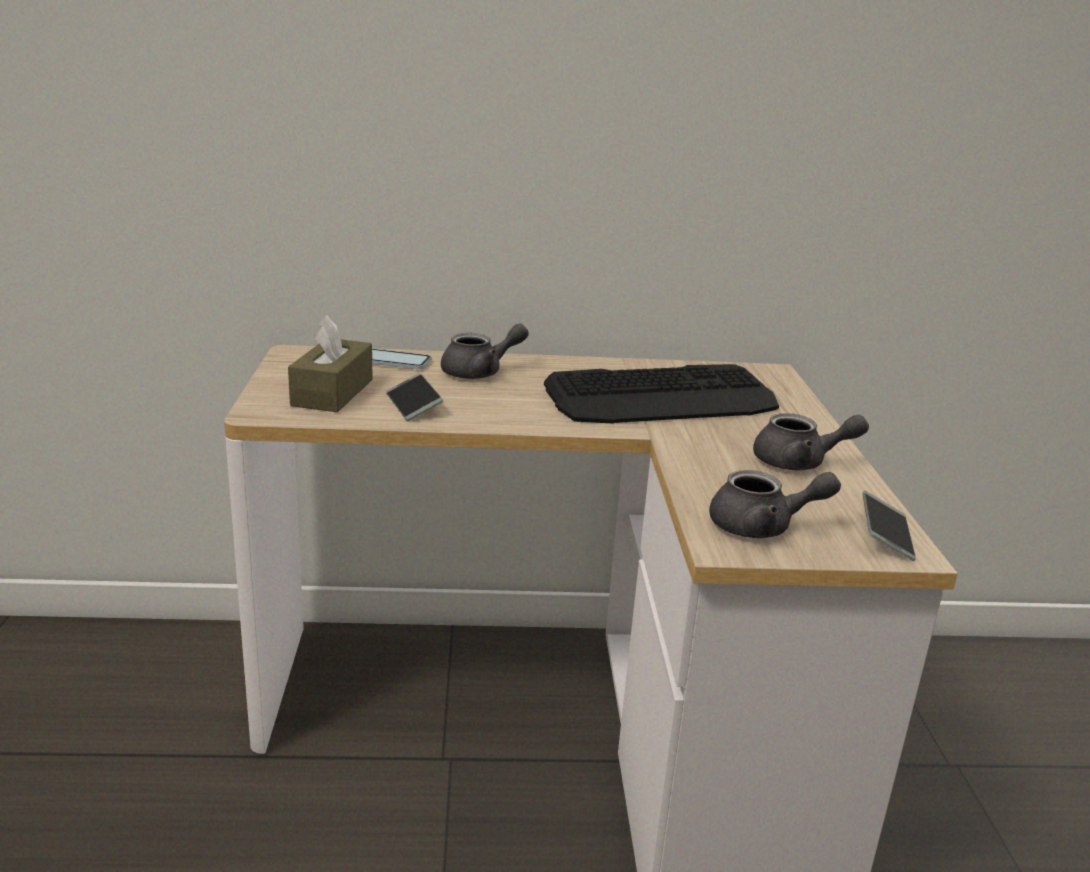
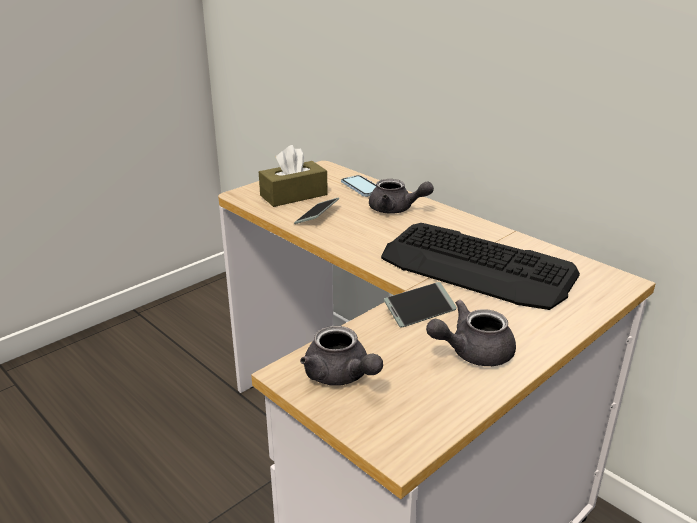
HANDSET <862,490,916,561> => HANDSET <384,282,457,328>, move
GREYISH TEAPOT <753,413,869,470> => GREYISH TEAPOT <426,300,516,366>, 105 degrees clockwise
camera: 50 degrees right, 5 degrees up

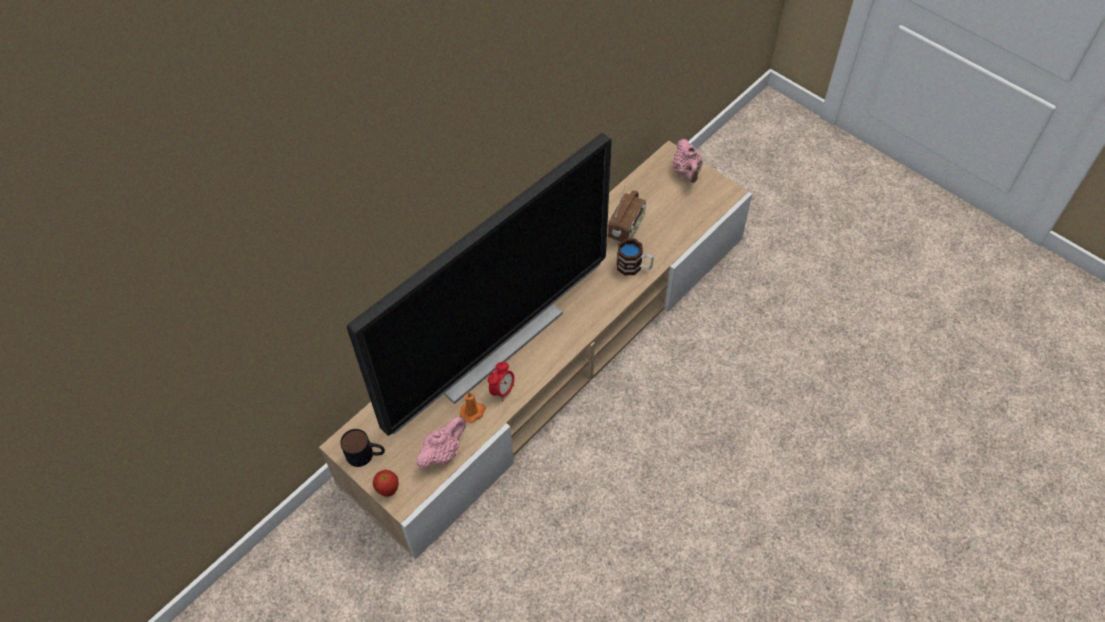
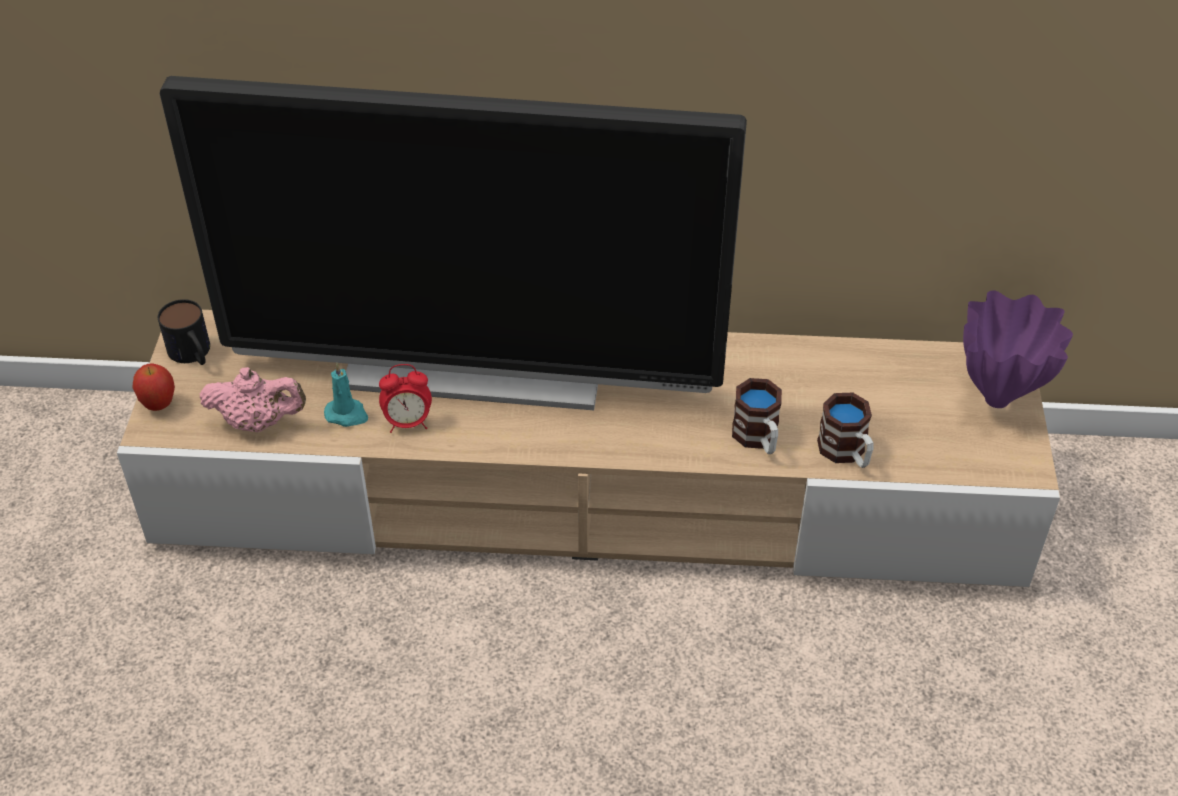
RADIO SET <608,186,646,242> => nothing
nothing => TEA MUG <817,393,873,468>
PINK-COLOURED TEAPOT <673,139,703,183> => PURPLE DECORATIVE VASE <963,290,1073,408>
ORANGE CANDLE <460,392,486,423> => TURQUOISE CANDLE <324,363,368,427>
camera: 50 degrees right, 10 degrees down

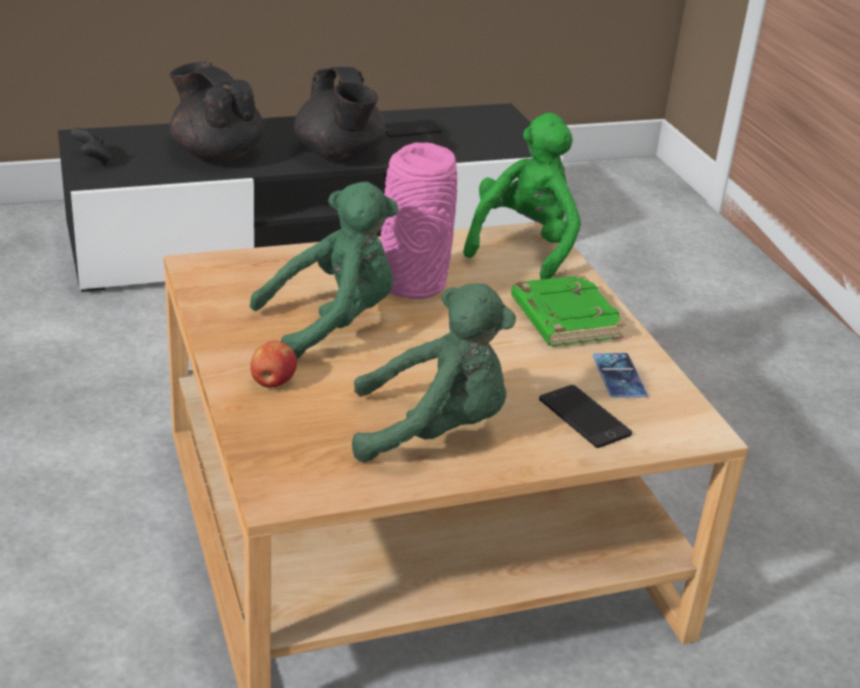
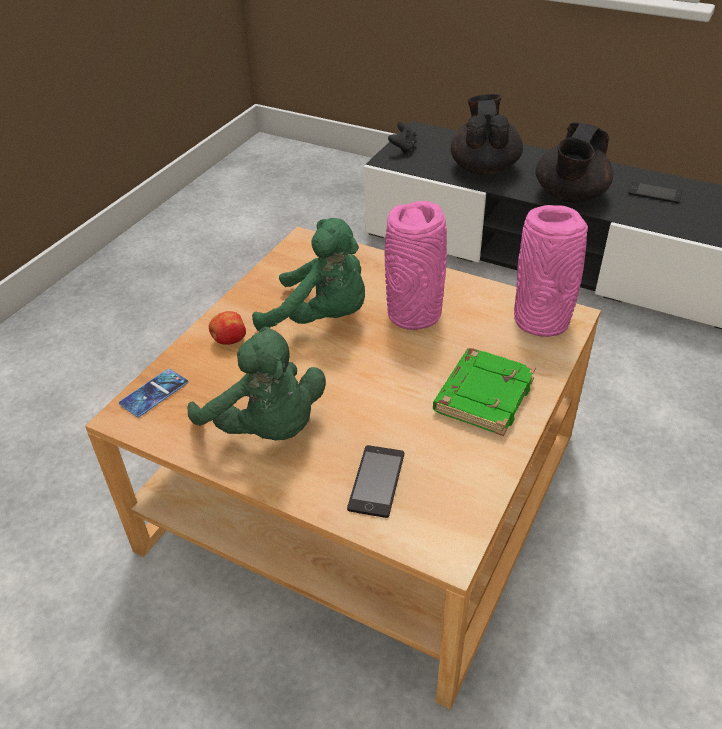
HANDSET <593,353,648,398> => HANDSET <119,369,188,417>, move
GREENISH CUDDLY TOY <463,112,581,280> => PINK-COLOURED DECORATIVE VASE <514,205,588,337>
camera: 50 degrees right, 10 degrees up

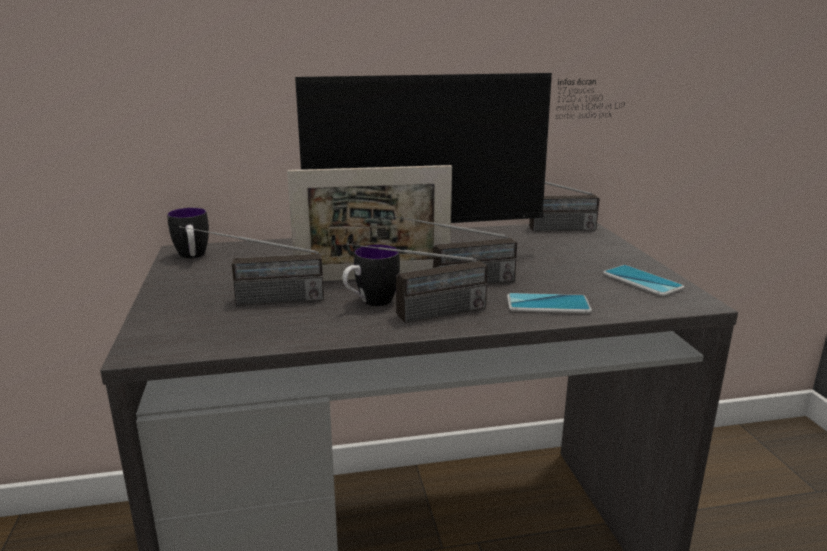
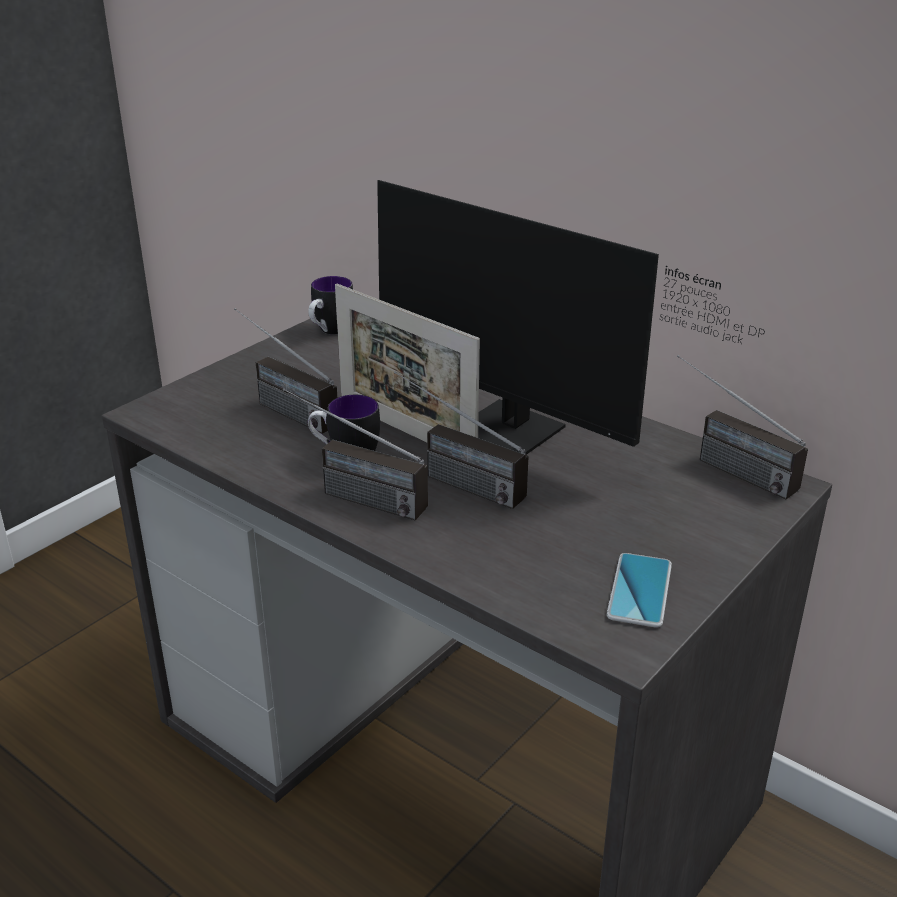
HANDSET <507,293,592,313> => nothing
camera: 50 degrees right, 10 degrees up

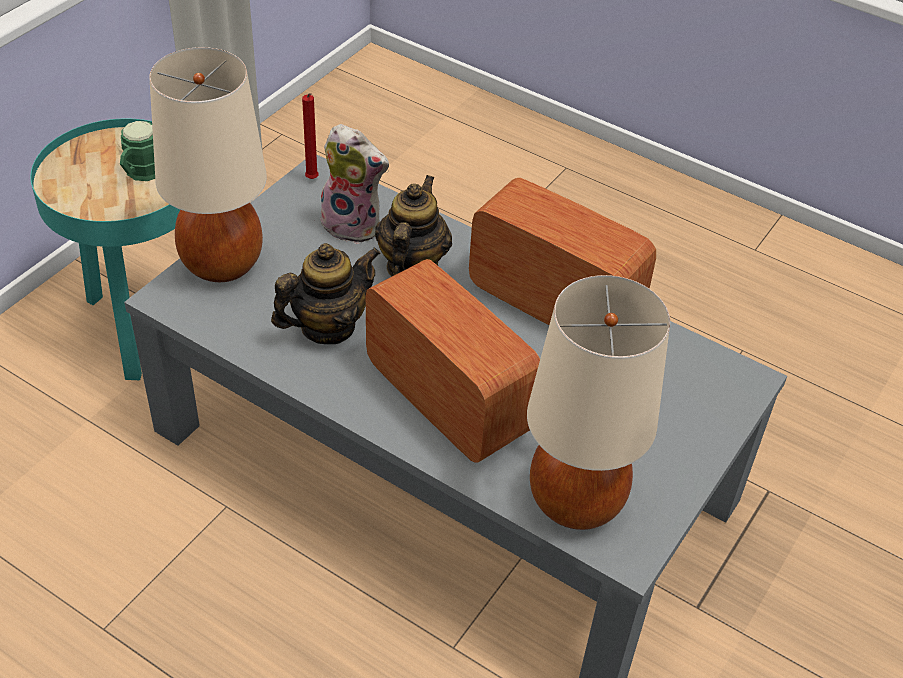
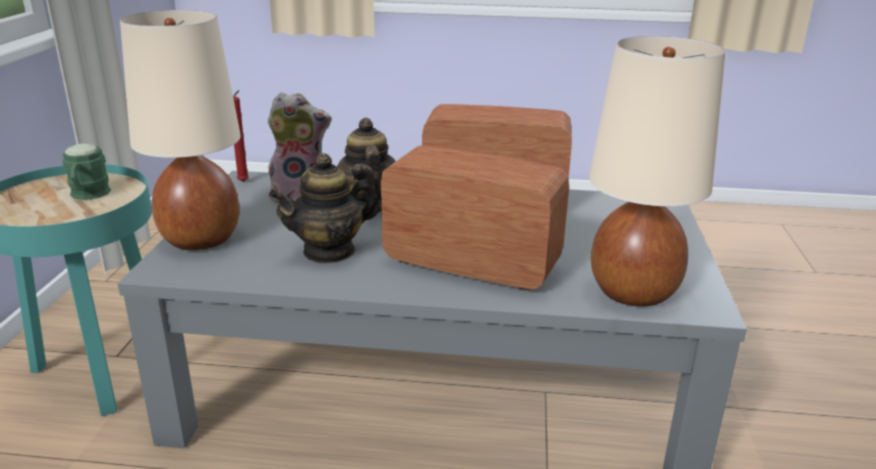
TEAPOT <271,243,381,344> => TEAPOT <269,153,380,264>, 150 degrees counterclockwise
camera: 25 degrees left, 20 degrees down

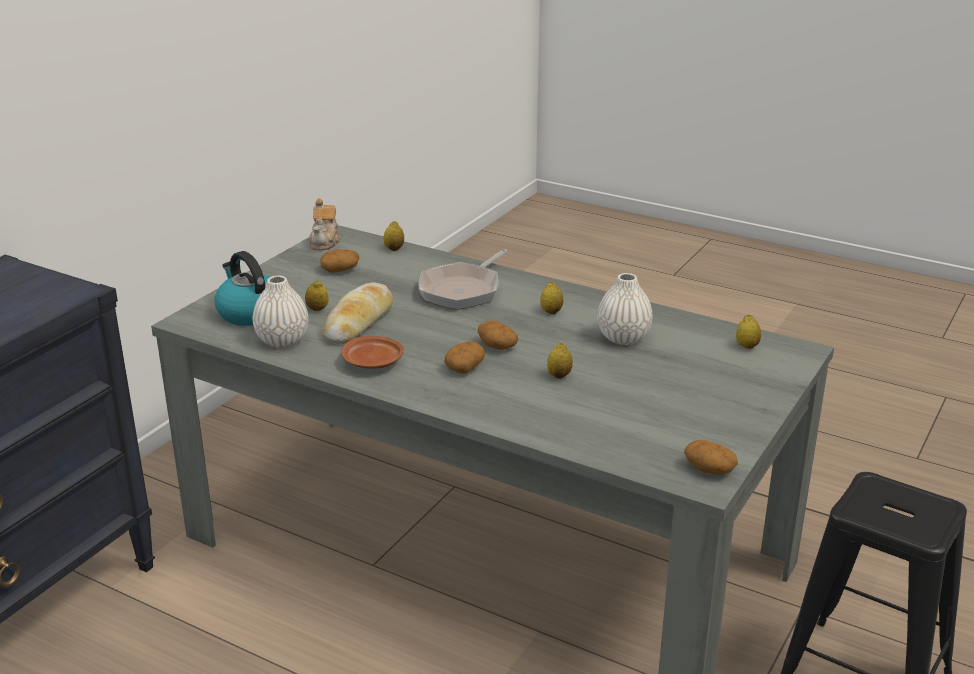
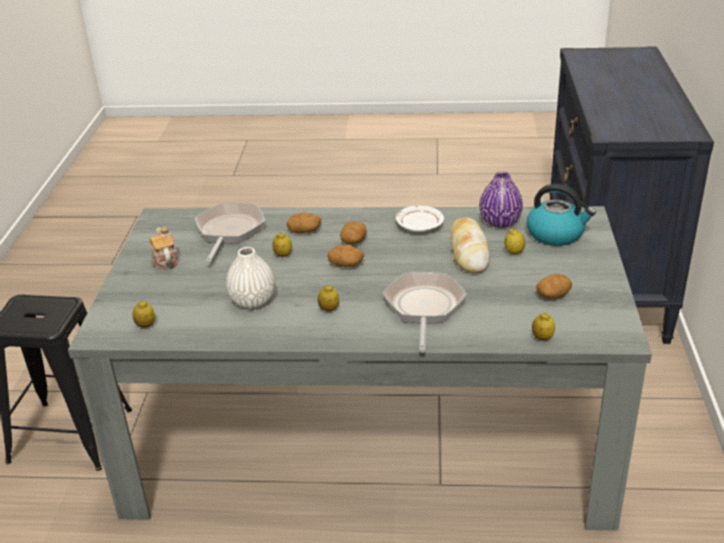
nothing => SKILLET <195,203,265,264>
TEAPOT <309,199,340,250> => TEAPOT <150,227,178,269>, move
SPUD <684,440,738,475> => SPUD <287,212,321,233>, move
WHITE DECORATIVE VASE <253,275,309,348> => PURPLE DECORATIVE VASE <479,171,523,228>
BROWN-COLOURED DINNER PLATE <341,336,404,369> => WHITE DINNER PLATE <396,206,444,232>
camera: 155 degrees right, 5 degrees up

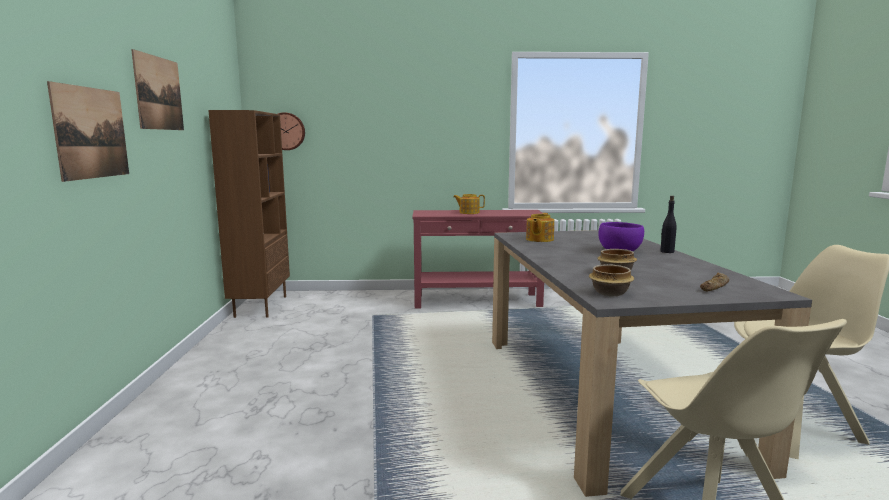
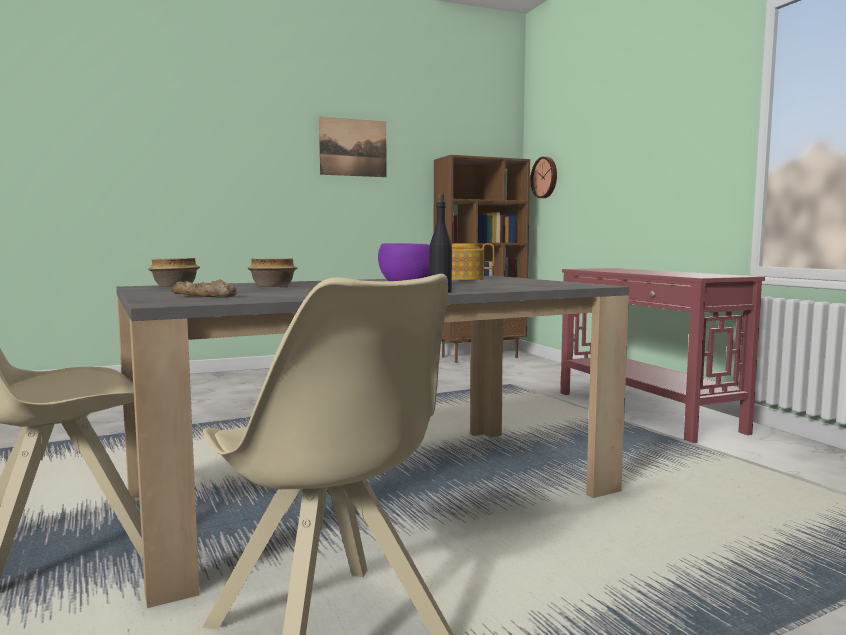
WALL PICTURE <47,81,129,182> => nothing
TEAPOT <453,194,485,214> => nothing
camera: 70 degrees right, 5 degrees down

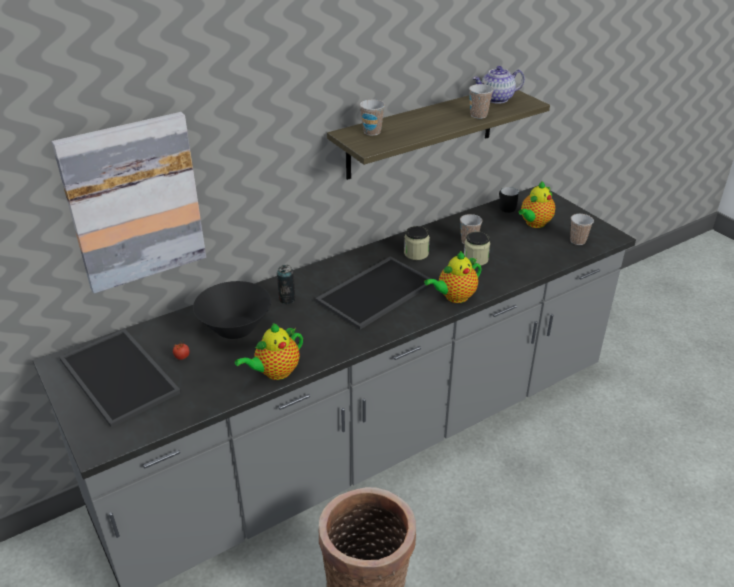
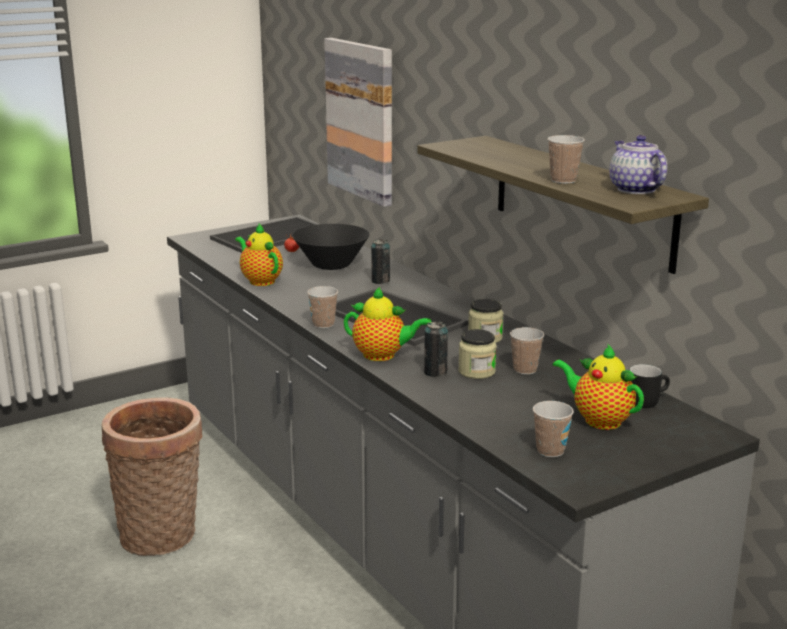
nothing => SEALED CAN <424,321,448,377>
CUP <360,100,385,136> => CUP <307,286,338,328>, move
TEAPOT <424,251,482,303> => TEAPOT <344,287,432,361>, 135 degrees clockwise
camera: 90 degrees right, 15 degrees down

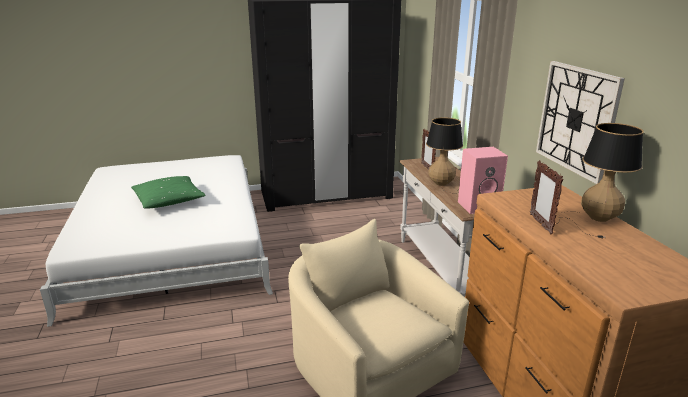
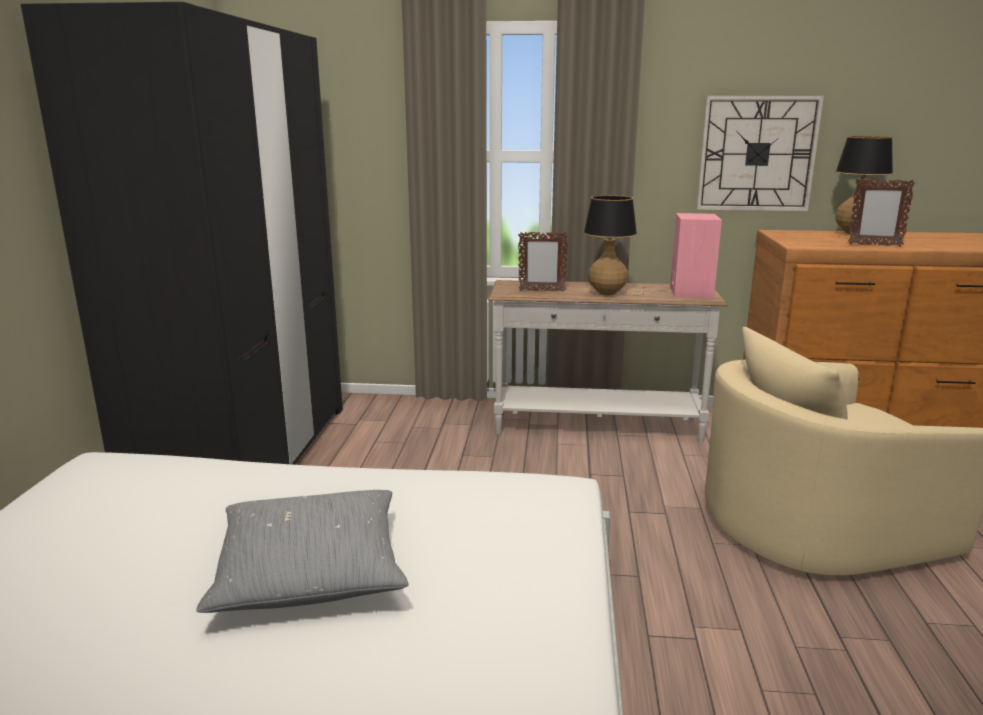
GREENISH PILLOW <131,176,206,209> => GREYISH PILLOW <196,490,409,613>
camera: 70 degrees left, 5 degrees down

